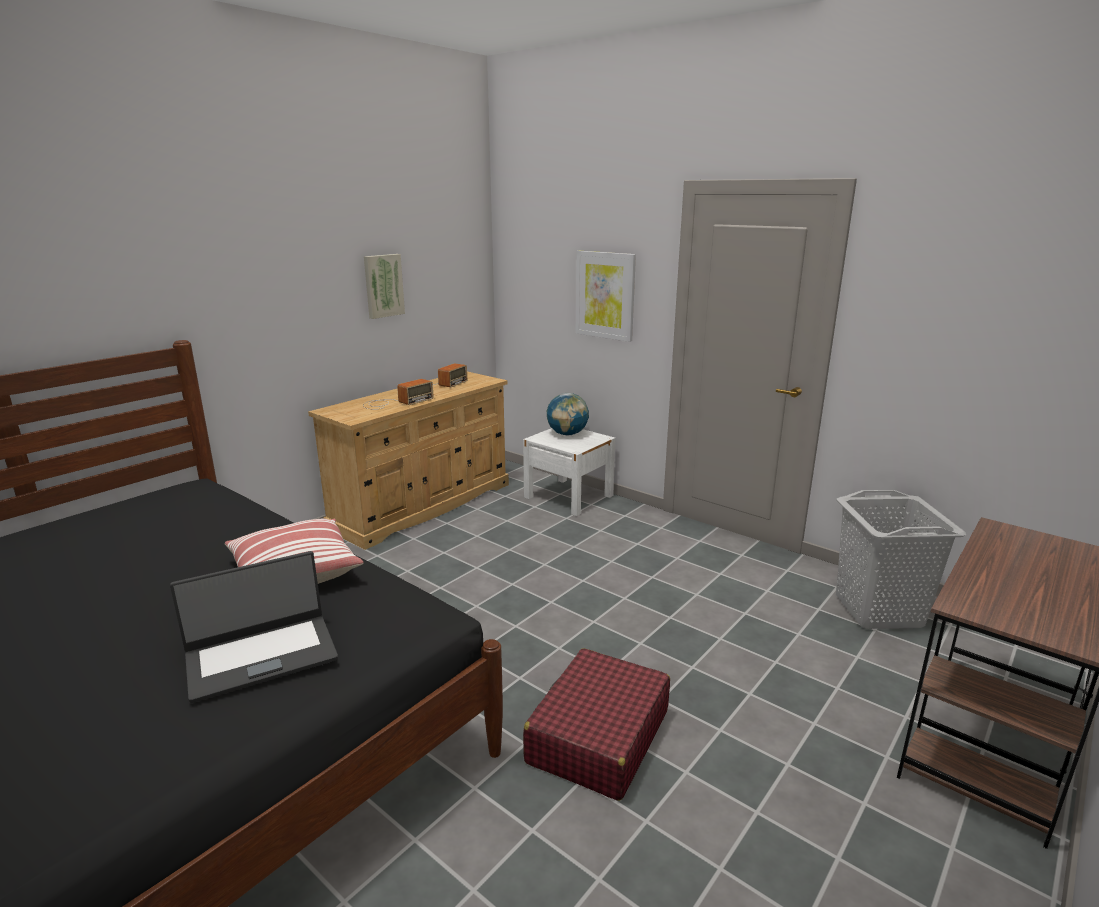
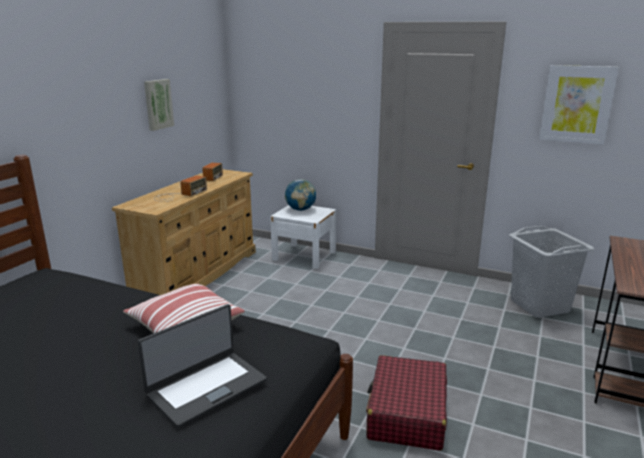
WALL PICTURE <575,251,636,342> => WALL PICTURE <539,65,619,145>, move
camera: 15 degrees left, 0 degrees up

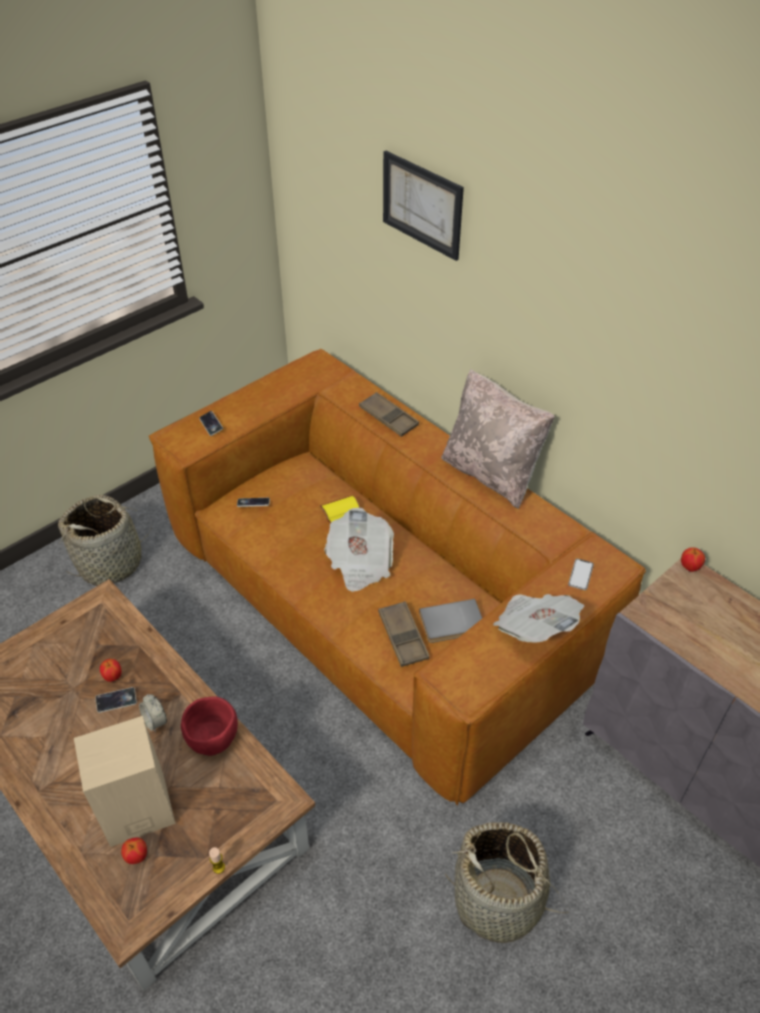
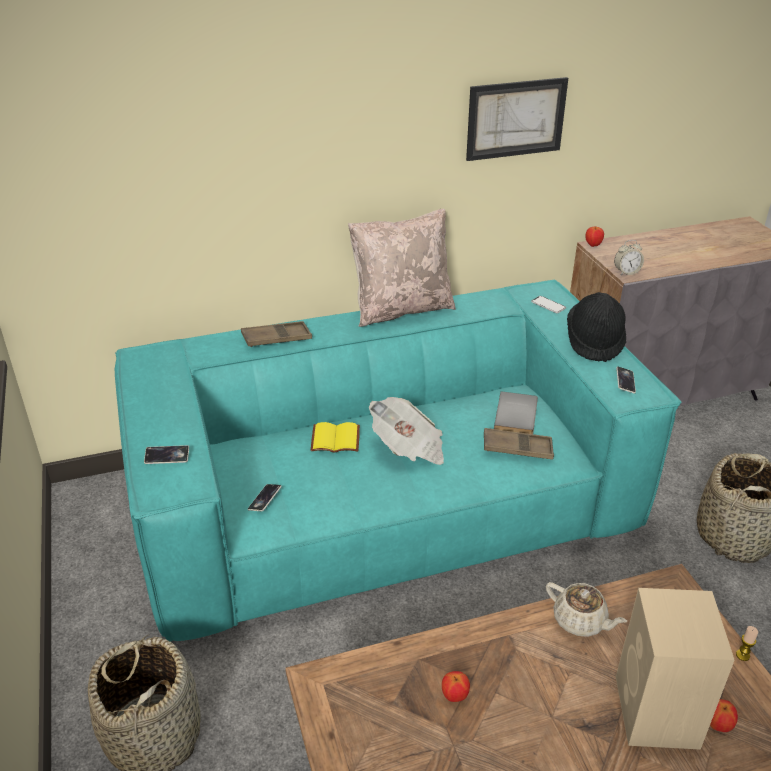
HANDSET <95,687,137,713> => HANDSET <616,366,636,394>, move
TABLE CLOCK <139,694,167,732> => TABLE CLOCK <614,240,644,276>, move
WALL PICTURE <383,151,464,261> => WALL PICTURE <466,77,568,161>, move
RED DEEP DISH <181,696,238,756> => SAND-COLOURED TEAPOT <546,582,627,637>
PRINTED PAPER <493,594,585,643> => BLACK-COLOURED CLOTHING HAT <567,292,626,362>
BROWN-COLOURED SETTEE <149,349,646,806> => TURQUOISE SETTEE <115,280,681,642>
camera: 65 degrees left, 10 degrees down

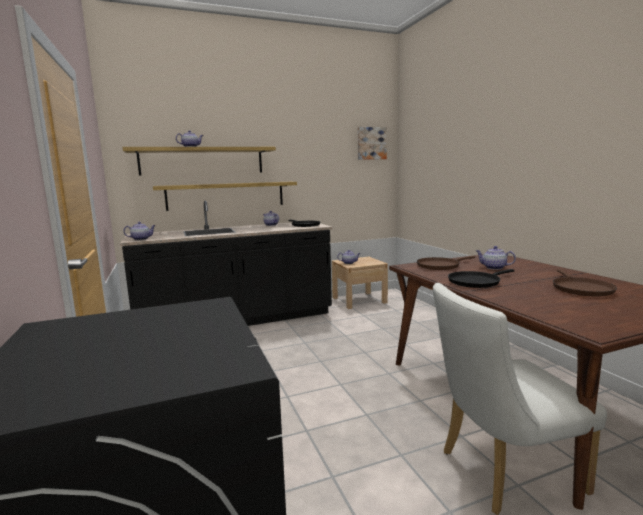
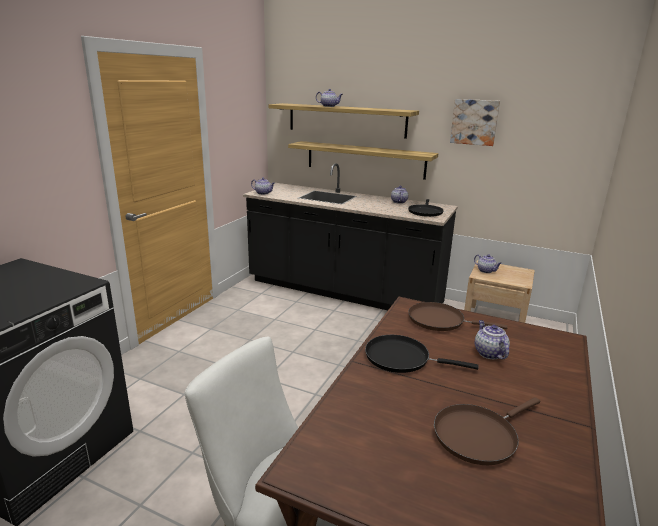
WALL PICTURE <358,127,387,160> => WALL PICTURE <450,99,500,146>, move
camera: 45 degrees right, 10 degrees up

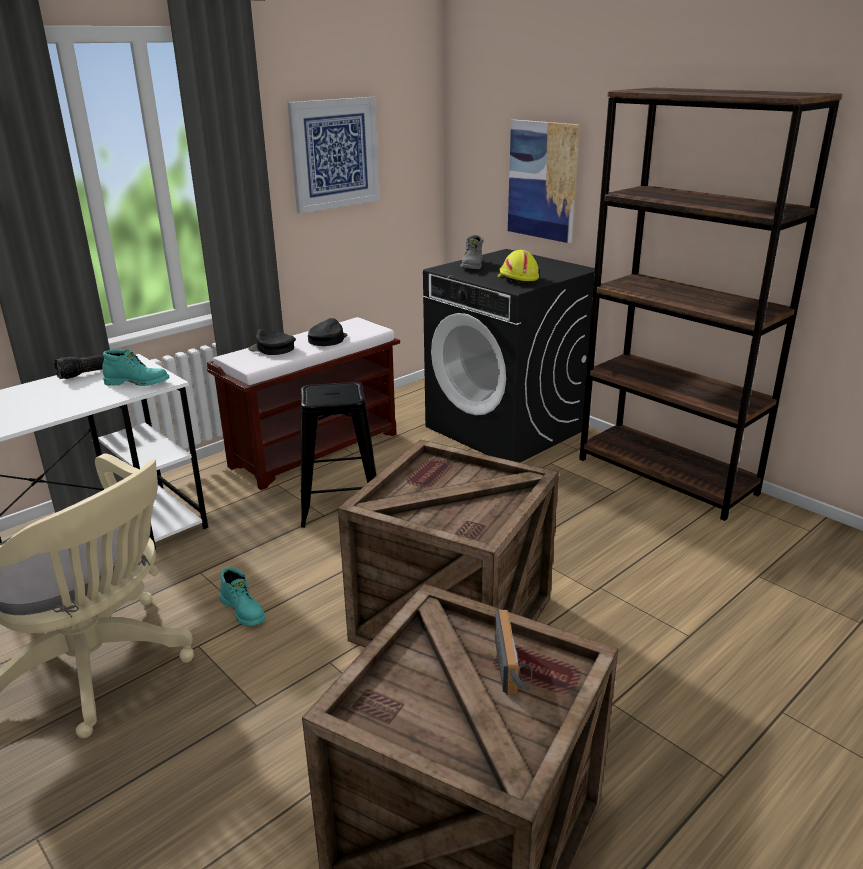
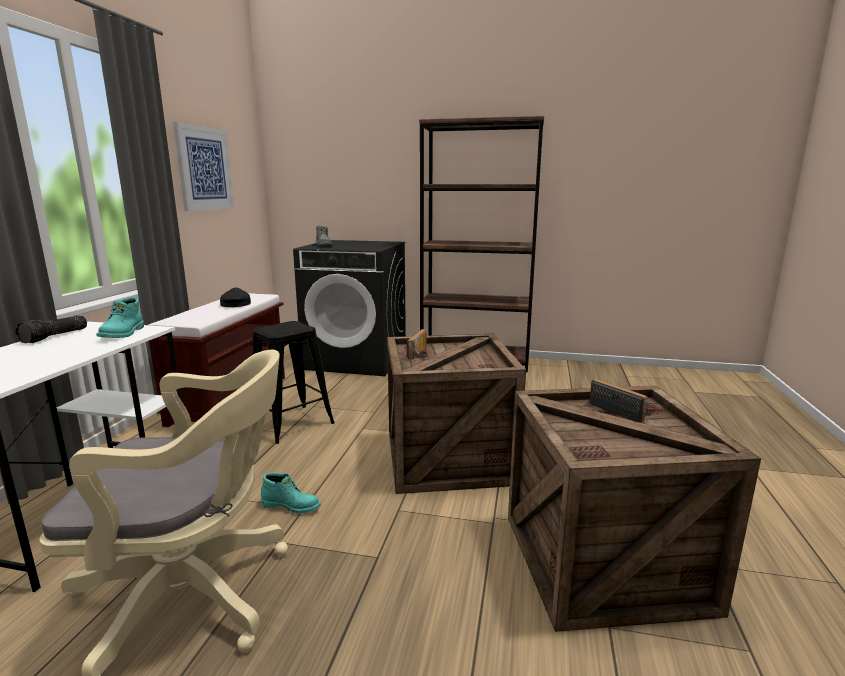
BLACK-COLOURED BASEBALL CAP <248,329,296,355> => nothing
YELLOW-COLOURED WORK HELMET <497,250,539,283> => nothing
WALL PICTURE <508,120,580,243> => nothing
nothing => RADIO SET <407,329,428,360>
TURQUOISE BOOT <102,350,170,386> => TURQUOISE BOOT <97,297,144,338>, 120 degrees clockwise
camera: 35 degrees left, 10 degrees down

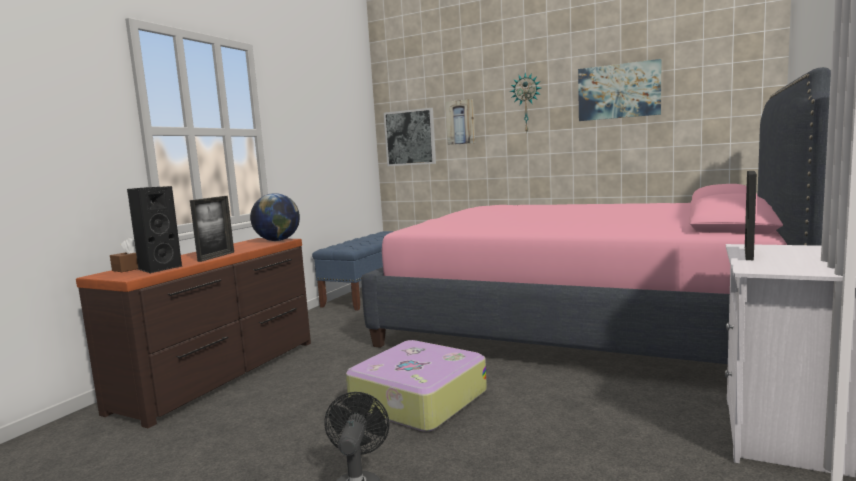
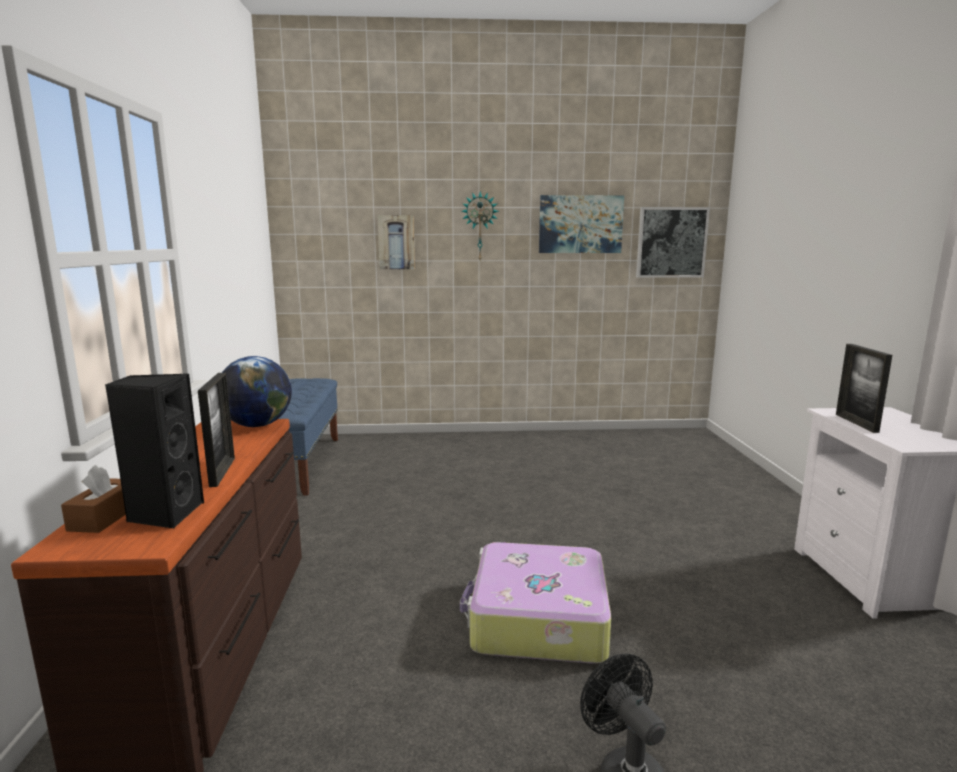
PINK-COLOURED BED <362,67,831,364> => nothing
WALL PICTURE <384,108,436,166> => WALL PICTURE <636,207,710,278>, move
camera: 30 degrees left, 5 degrees up

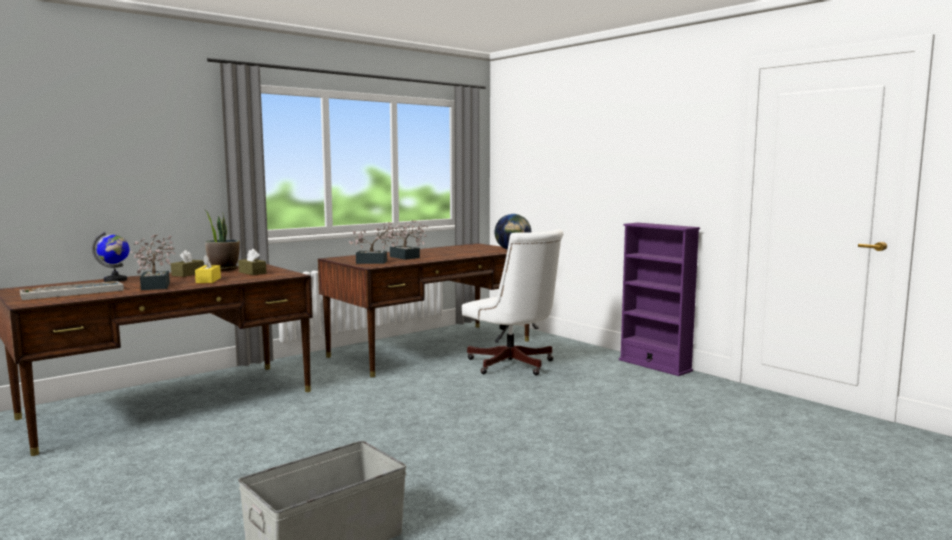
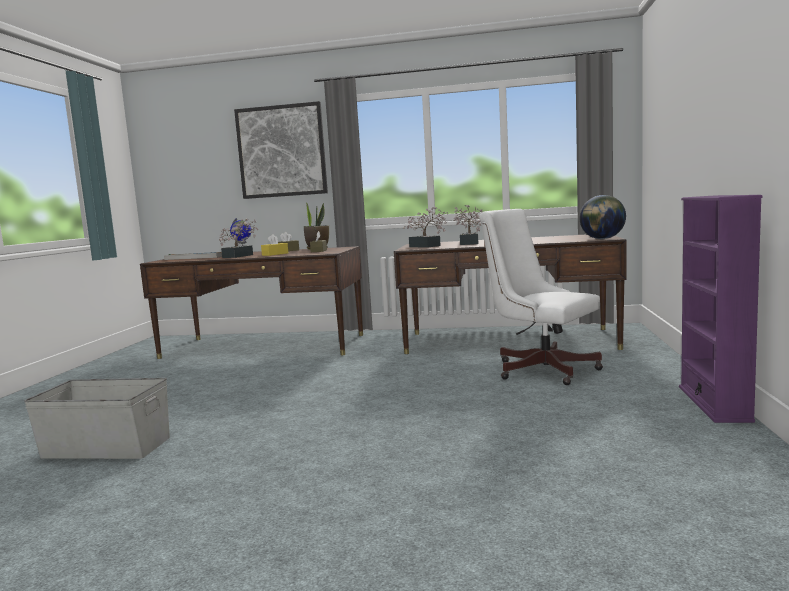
nothing => WALL PICTURE <234,101,328,199>
WHITE DESK CHAIR <462,229,563,375> => WHITE DESK CHAIR <479,209,603,385>, 120 degrees clockwise
camera: 50 degrees right, 0 degrees up

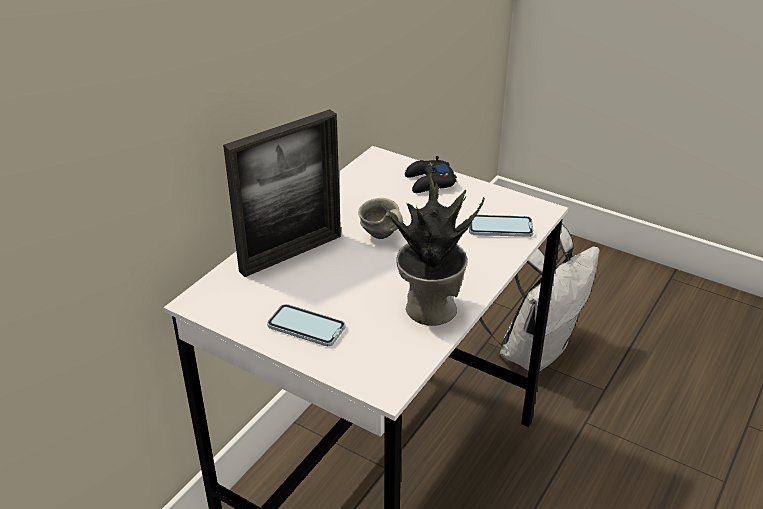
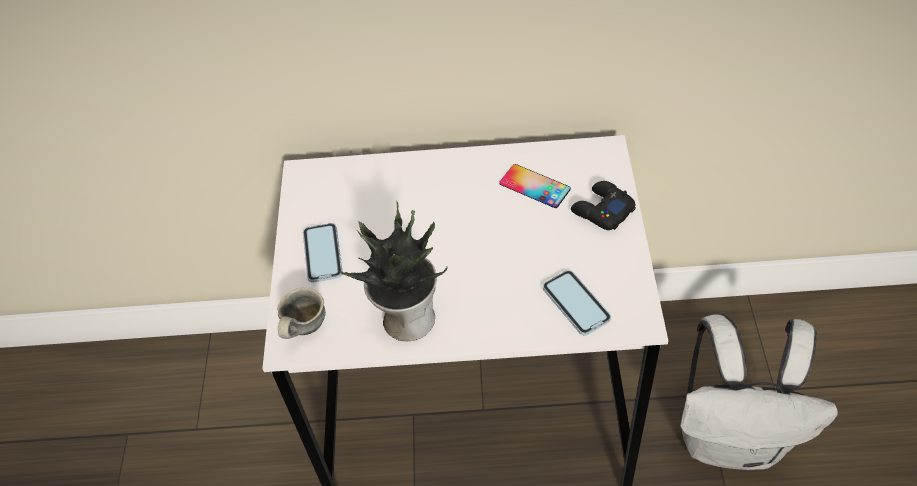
STANDING FRAME <223,109,341,277> => nothing
nothing => HANDSET <499,164,571,208>
GREYISH TEA MUG <358,198,403,239> => GREYISH TEA MUG <277,287,326,339>, move
camera: 60 degrees right, 15 degrees up

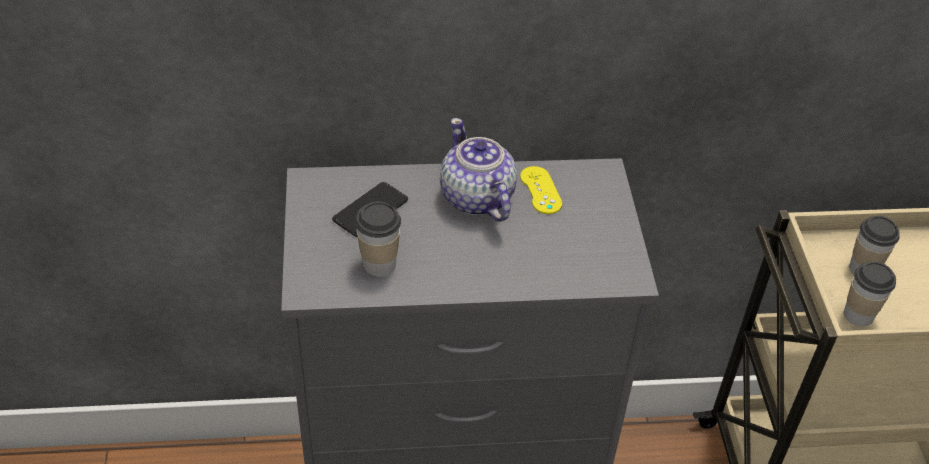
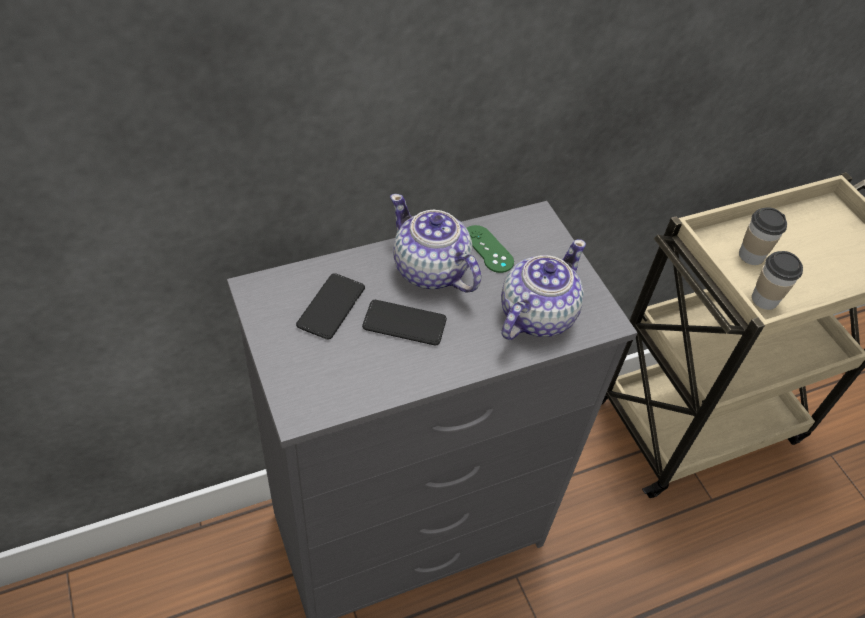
CUP <355,202,401,277> => nothing
nothing => HANDSET <362,300,447,346>
nothing => TEAPOT <501,239,586,340>
YELLOW-COLOURED GAME CONTROLLER <520,166,562,214> => GREENISH GAME CONTROLLER <467,225,514,273>
camera: 20 degrees left, 5 degrees up

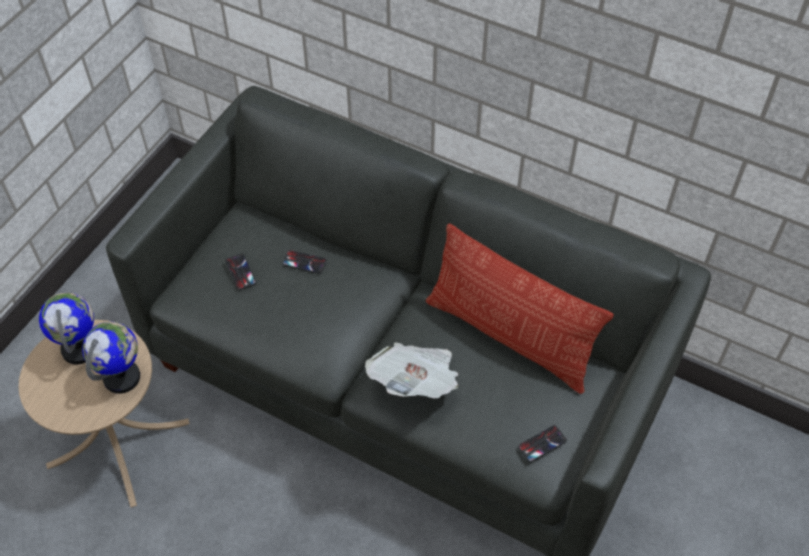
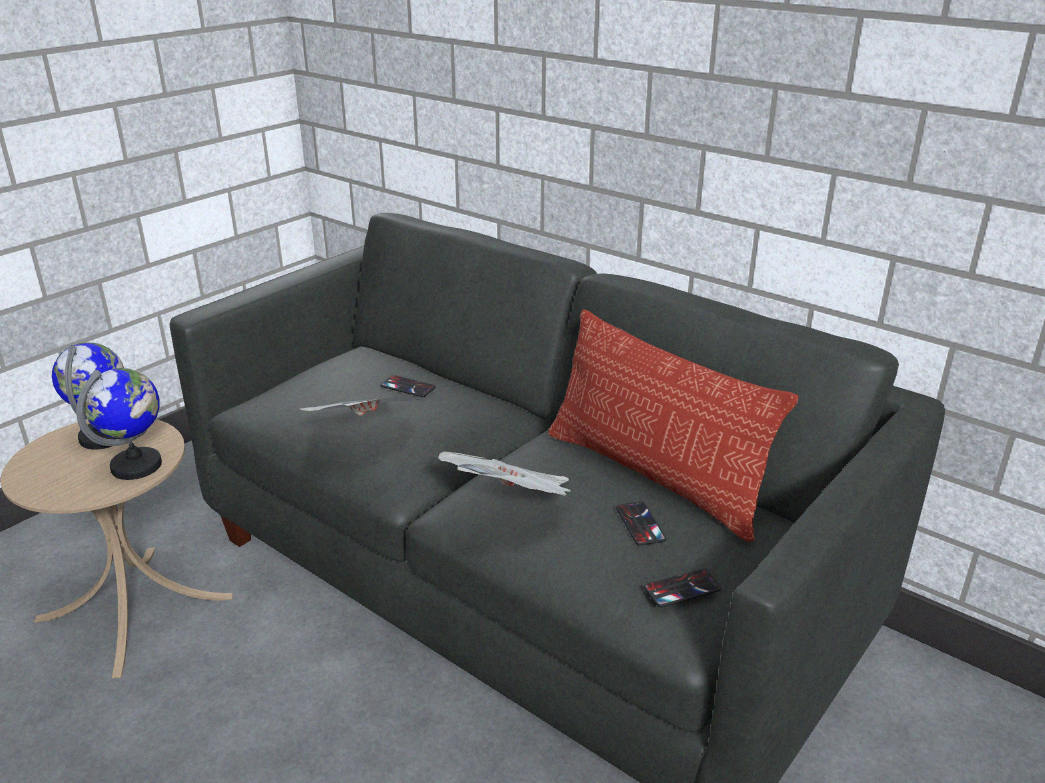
nothing => PRINTED PAPER <300,398,420,416>
HANDSET <225,253,257,290> => HANDSET <616,501,666,546>, move
camera: 10 degrees right, 25 degrees down

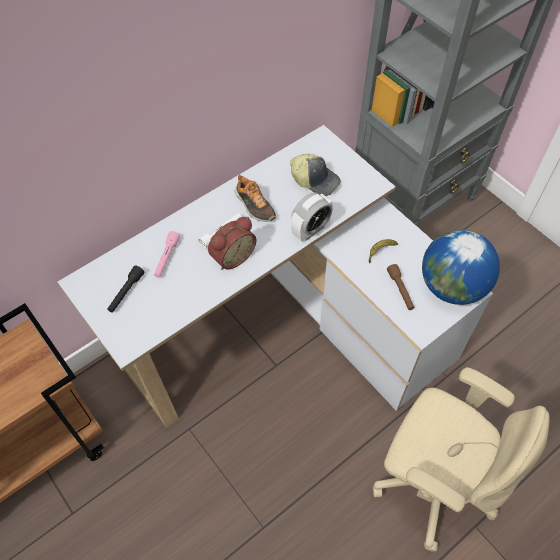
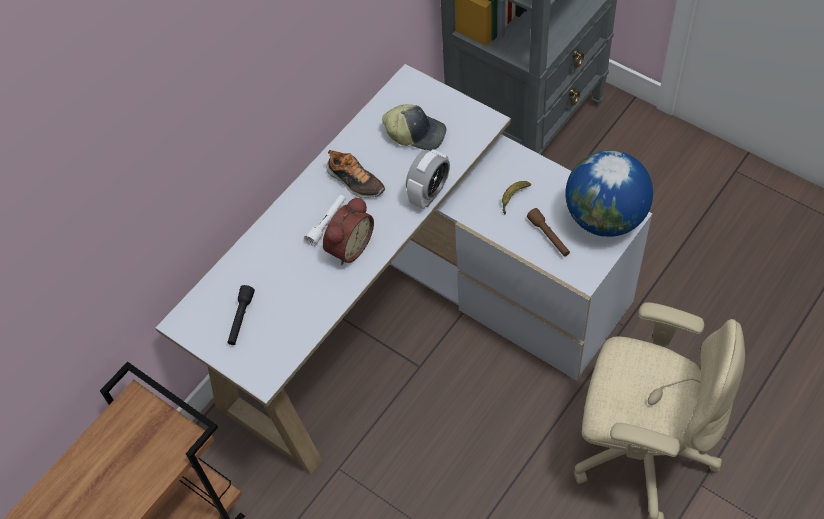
PINK-COLOURED FLASHLIGHT <154,231,180,278> => nothing
camera: 10 degrees left, 0 degrees up

